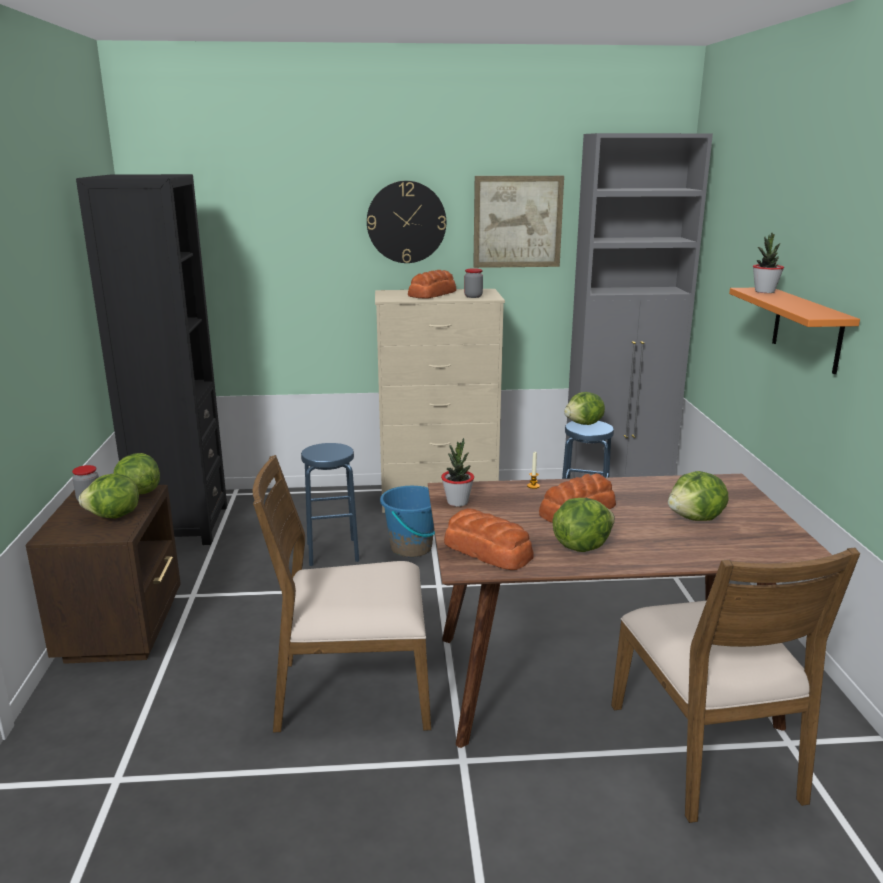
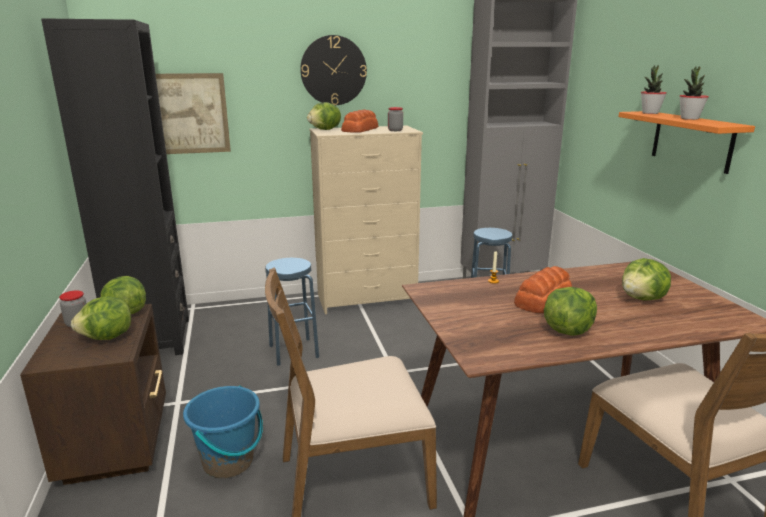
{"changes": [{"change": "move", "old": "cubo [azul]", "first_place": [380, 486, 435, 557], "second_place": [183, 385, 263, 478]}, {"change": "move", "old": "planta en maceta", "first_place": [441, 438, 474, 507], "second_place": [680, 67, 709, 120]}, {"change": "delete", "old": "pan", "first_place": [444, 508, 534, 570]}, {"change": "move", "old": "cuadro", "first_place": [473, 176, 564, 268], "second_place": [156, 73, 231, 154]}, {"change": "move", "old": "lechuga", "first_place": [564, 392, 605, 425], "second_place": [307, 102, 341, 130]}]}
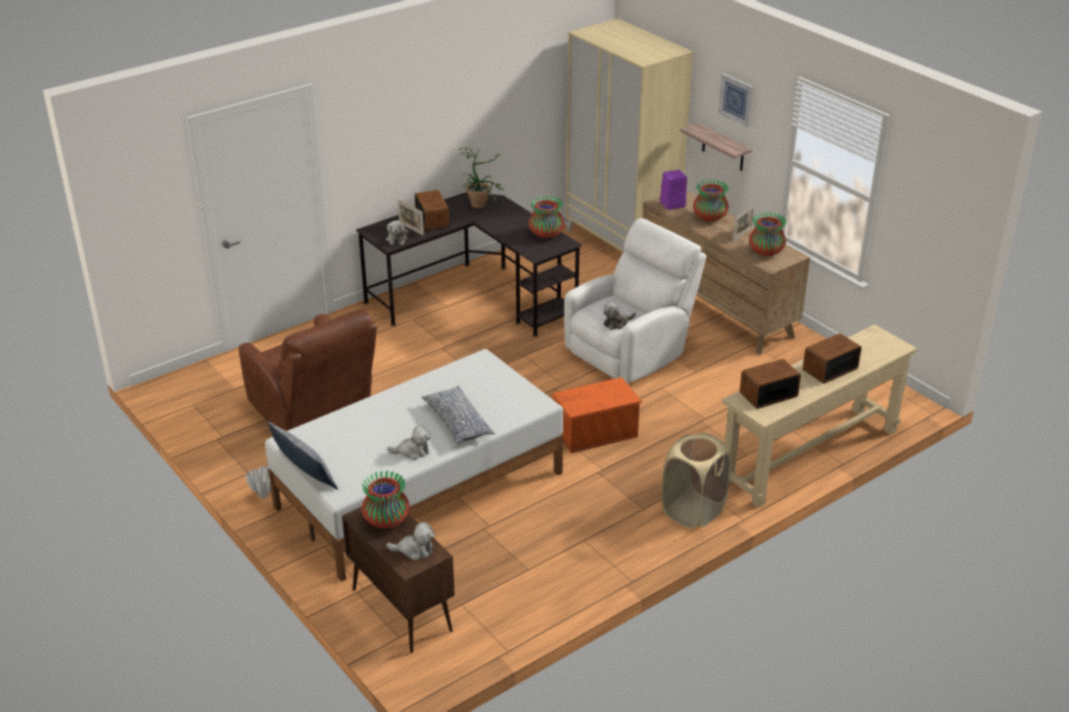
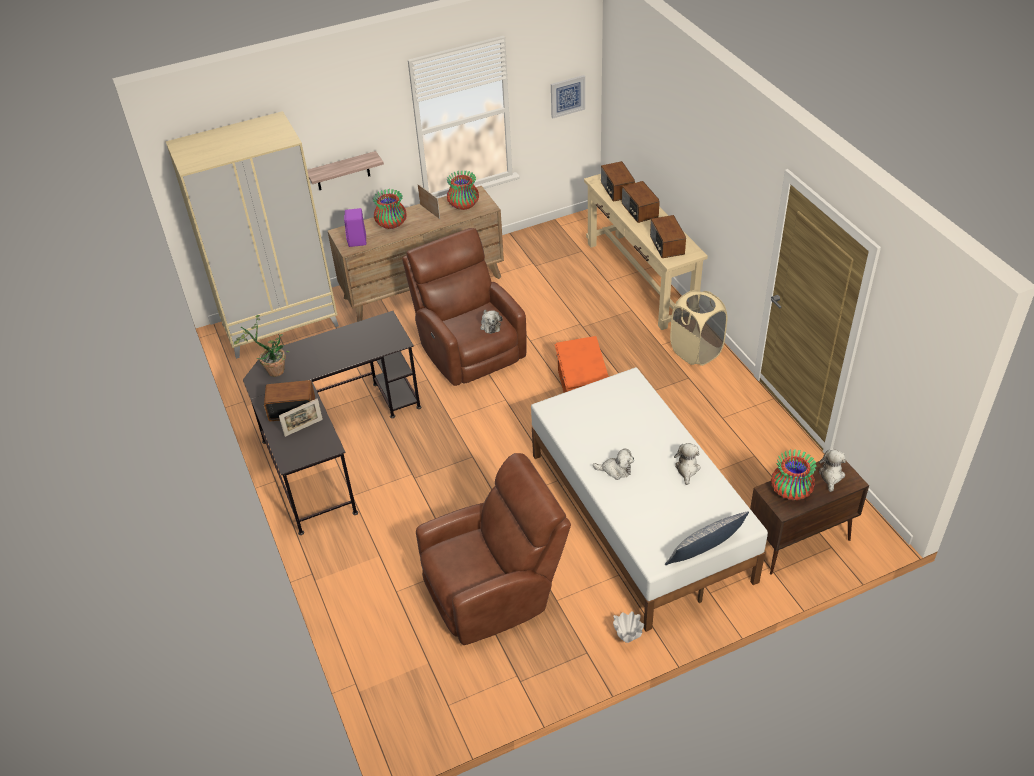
{"changes": [{"change": "move", "old": "peluche", "first_place": [386, 220, 409, 245], "second_place": [593, 448, 634, 480]}, {"change": "delete", "old": "cojín", "first_place": [422, 386, 495, 444]}, {"change": "delete", "old": "florero", "first_place": [529, 196, 564, 238]}, {"change": "recolor", "old": "sillón [blanco]", "new": "sillón [marrón]", "first_place": [564, 218, 707, 383], "second_place": [402, 228, 527, 386]}, {"change": "move", "old": "cuadro", "first_place": [718, 73, 753, 127], "second_place": [551, 75, 585, 118]}, {"change": "insert", "new": "radio", "second_place": [601, 161, 635, 202]}]}
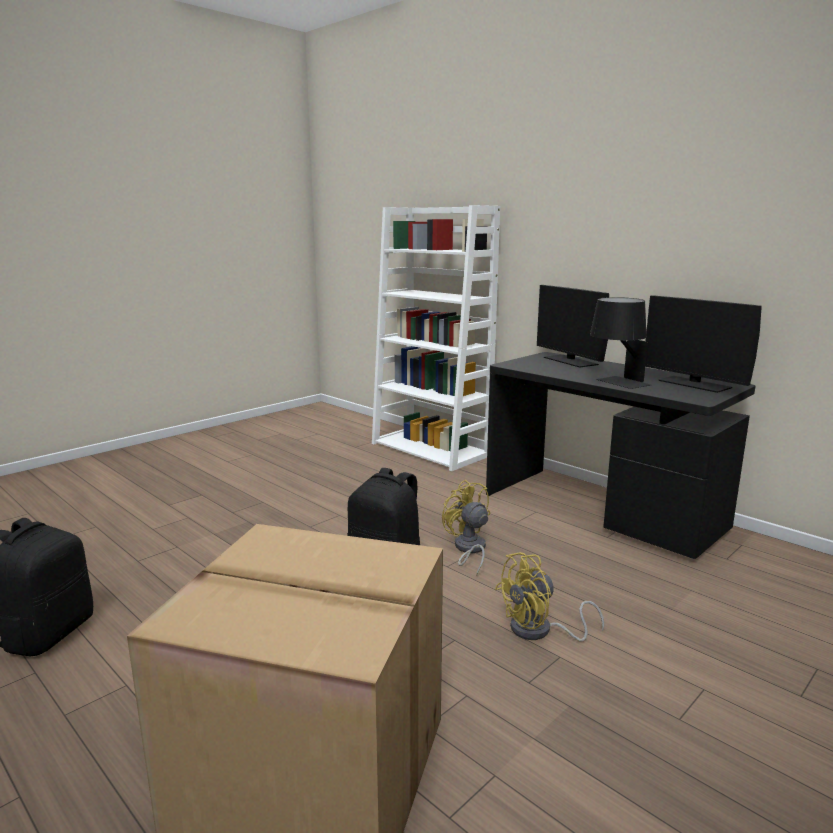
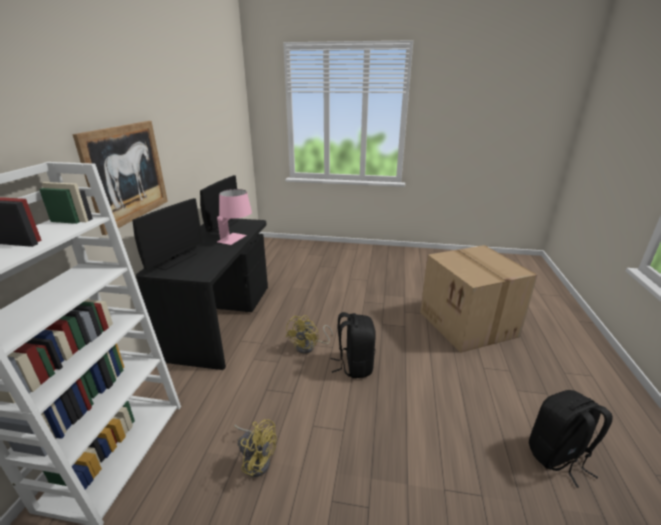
{"changes": [{"change": "move", "old": "ventilador [amarillo]", "first_place": [495, 552, 604, 642], "second_place": [234, 419, 277, 477]}, {"change": "recolor", "old": "lámpara de mesa [negro]", "new": "lámpara de mesa [rosa]", "first_place": [590, 297, 651, 389], "second_place": [217, 189, 252, 245]}, {"change": "insert", "new": "cuadro", "second_place": [72, 121, 168, 235]}]}
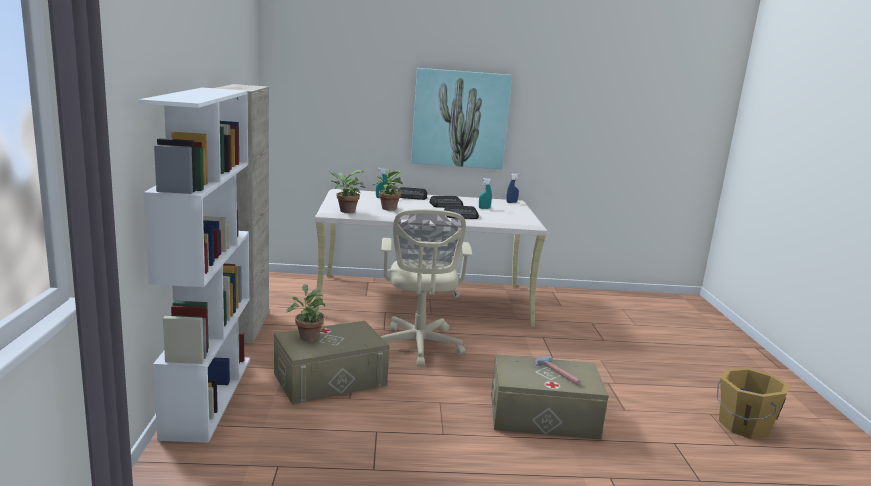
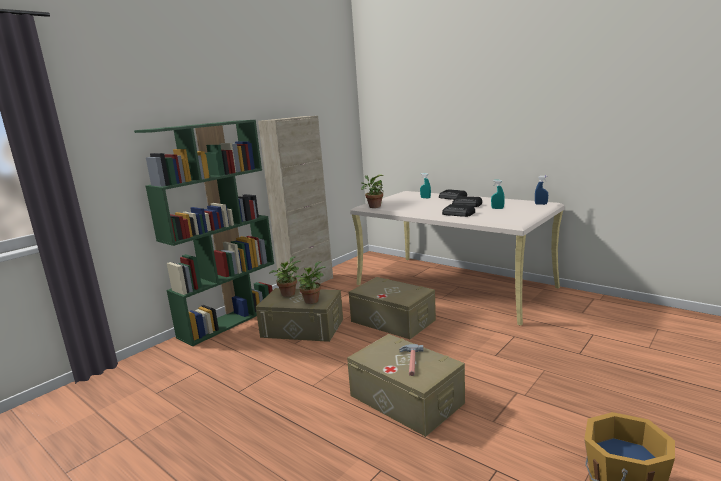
{"changes": [{"change": "recolor", "old": "estantería [blanco]", "new": "estantería [verde]", "first_place": [138, 88, 250, 443], "second_place": [134, 120, 274, 346]}, {"change": "move", "old": "planta en maceta", "first_place": [372, 169, 403, 211], "second_place": [293, 261, 326, 304]}, {"change": "replace", "old": "silla de oficina [beis]", "new": "caja de almacenaje [beis]", "first_place": [381, 209, 472, 367], "second_place": [349, 277, 436, 339]}, {"change": "delete", "old": "cuadro", "first_place": [411, 68, 512, 169]}]}
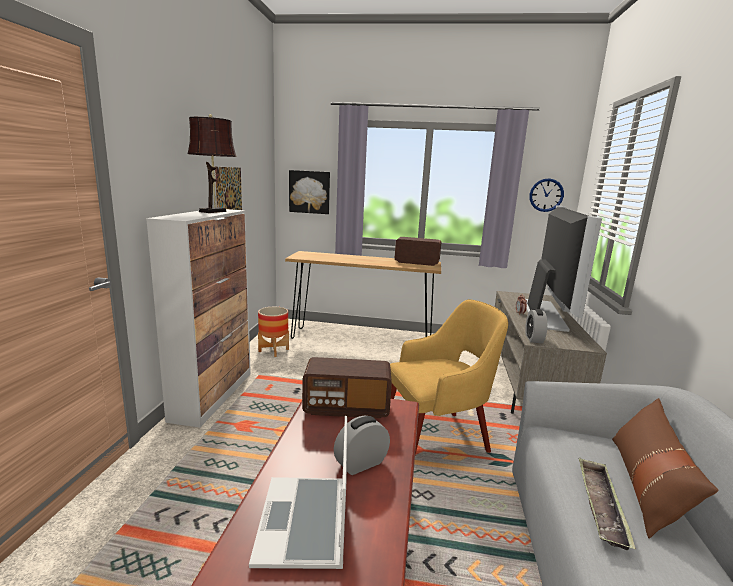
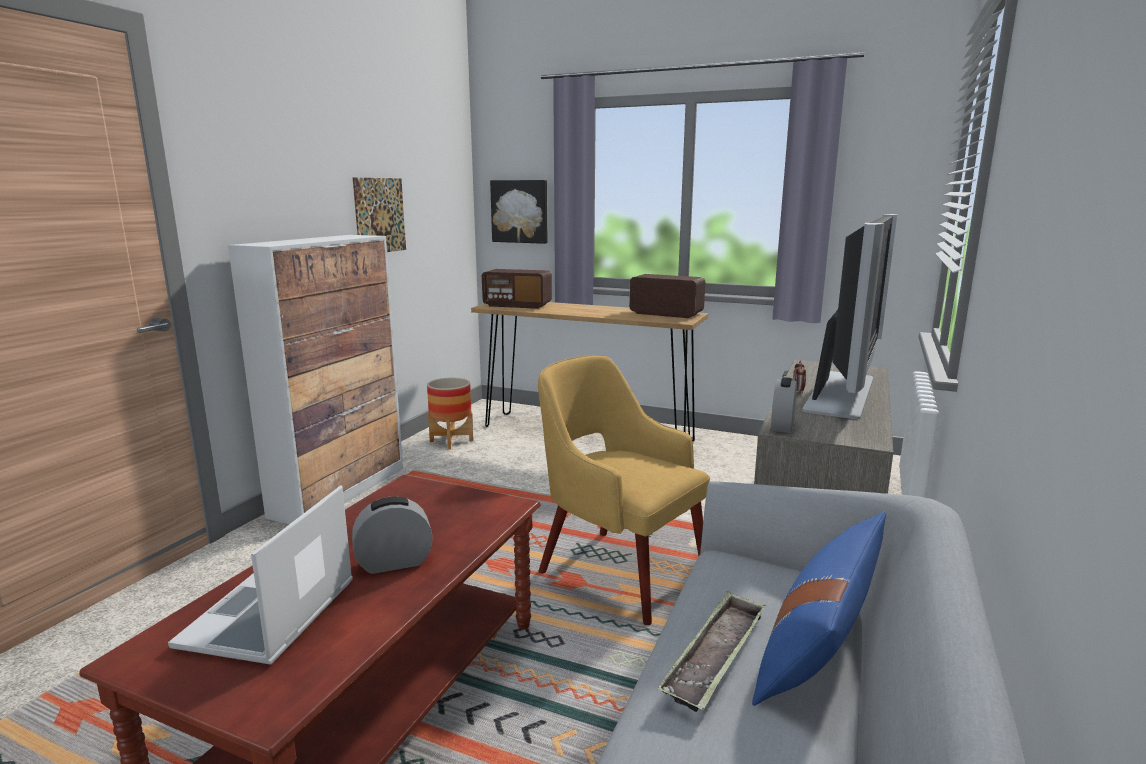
{"changes": [{"change": "delete", "old": "lámpara de mesa [marrón]", "first_place": [187, 114, 237, 213]}, {"change": "move", "old": "radio", "first_place": [302, 357, 392, 419], "second_place": [482, 269, 552, 309]}, {"change": "rotate", "old": "sillón [amarillo]", "first_place": [390, 299, 508, 455], "second_place": [538, 355, 710, 625], "degrees": -135}, {"change": "delete", "old": "reloj de pared", "first_place": [529, 178, 564, 212]}, {"change": "recolor", "old": "cojín [marrón]", "new": "cojín [azul]", "first_place": [612, 398, 718, 538], "second_place": [752, 511, 886, 706]}]}
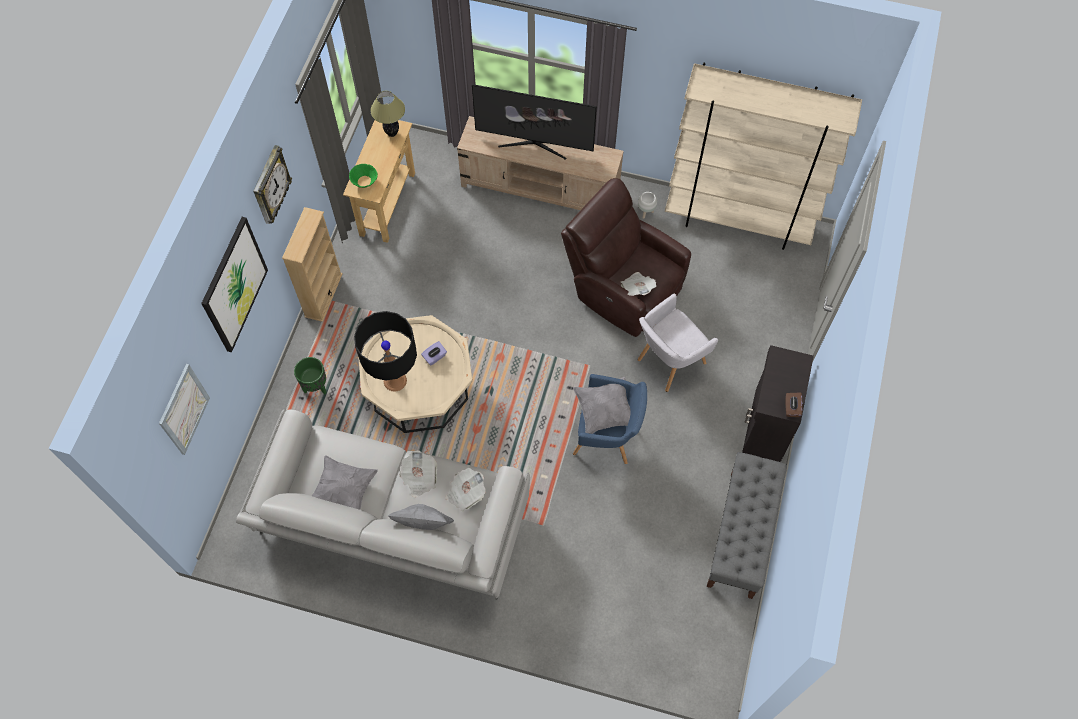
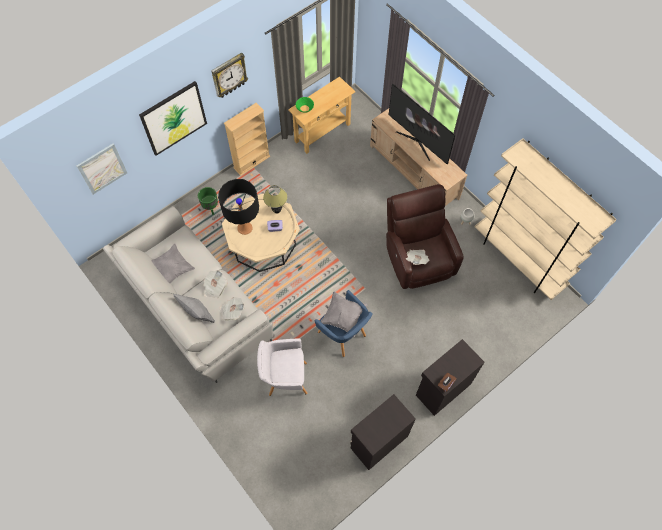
{"changes": [{"change": "move", "old": "lámpara de mesa", "first_place": [370, 91, 405, 137], "second_place": [263, 185, 287, 213]}, {"change": "move", "old": "sillón [gris]", "first_place": [638, 294, 718, 392], "second_place": [257, 338, 307, 396]}, {"change": "replace", "old": "banco [gris]", "new": "armario [negro]", "first_place": [707, 452, 787, 599], "second_place": [350, 394, 416, 470]}]}
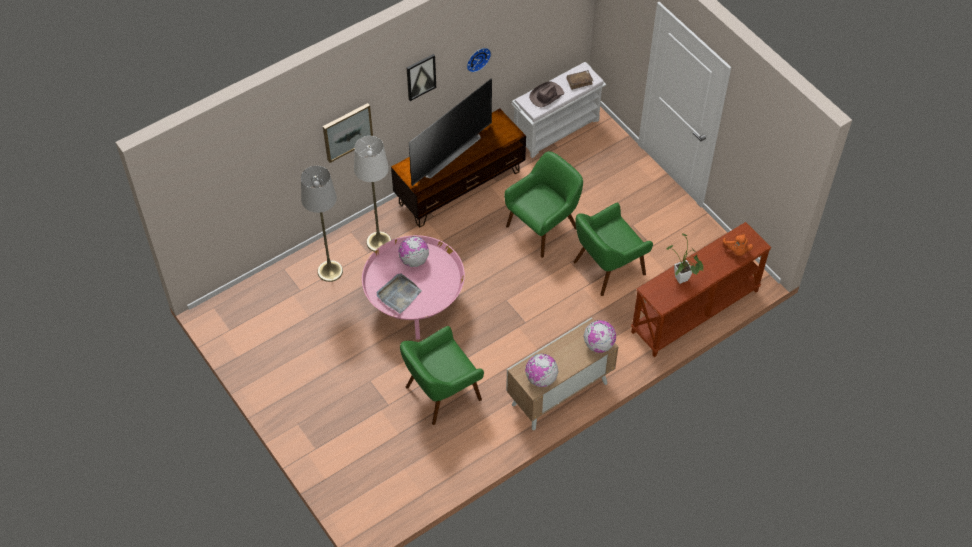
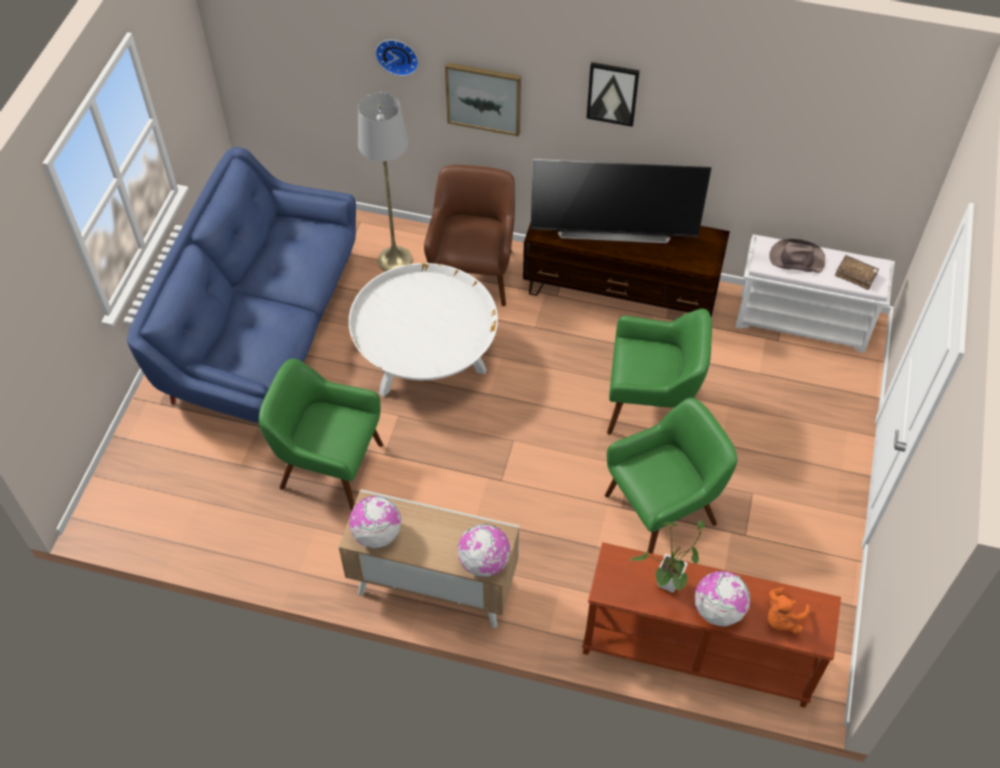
{"changes": [{"change": "replace", "old": "lámpara de pie [blanco]", "new": "sillón [marrón]", "first_place": [354, 136, 391, 251], "second_place": [424, 165, 515, 306]}, {"change": "recolor", "old": "mesa de centro [rosa]", "new": "mesa de centro [blanco]", "first_place": [362, 235, 465, 339], "second_place": [349, 263, 498, 397]}, {"change": "delete", "old": "bandeja [gris]", "first_place": [377, 274, 422, 314]}, {"change": "move", "old": "globo terráqueo", "first_place": [398, 237, 429, 267], "second_place": [695, 571, 750, 627]}, {"change": "move", "old": "reloj de pared", "first_place": [467, 48, 491, 72], "second_place": [375, 40, 419, 76]}, {"change": "rotate", "old": "sillón [verde]", "first_place": [574, 203, 653, 296], "second_place": [605, 398, 737, 554], "degrees": 135}, {"change": "insert", "new": "sofá [azul]", "second_place": [127, 147, 356, 424]}]}
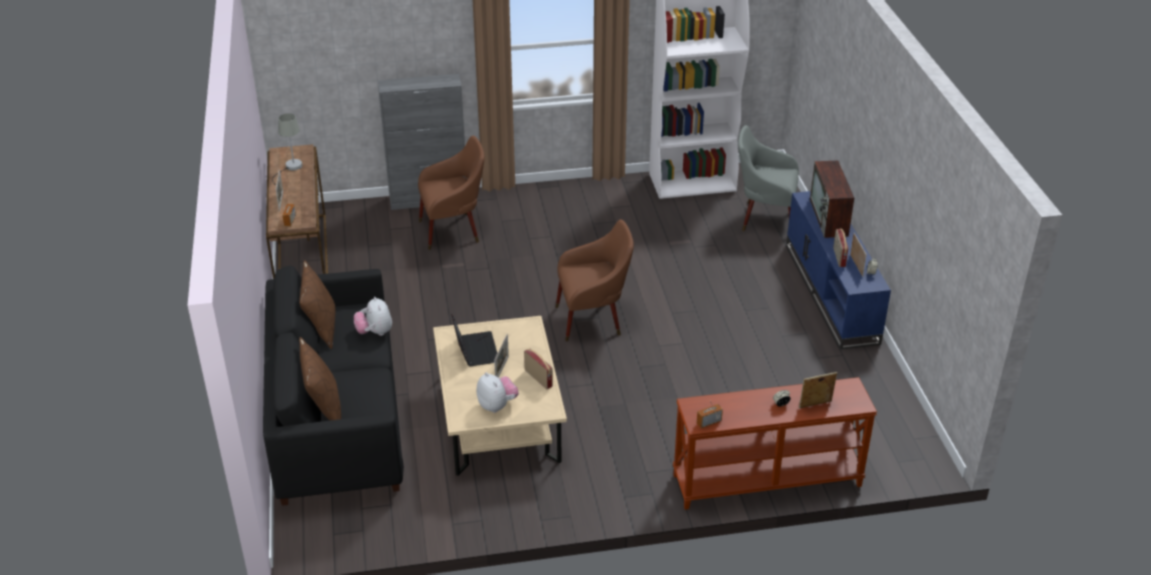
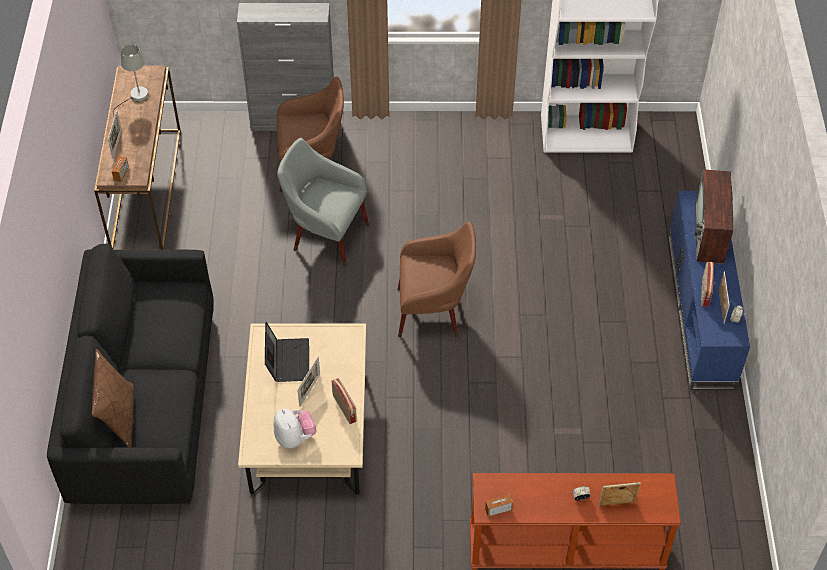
{"changes": [{"change": "delete", "old": "cojín [marrón]", "first_place": [299, 260, 335, 349]}, {"change": "delete", "old": "peluche", "first_place": [354, 297, 392, 336]}, {"change": "move", "old": "sillón [gris]", "first_place": [738, 125, 799, 231], "second_place": [277, 138, 369, 267]}]}
